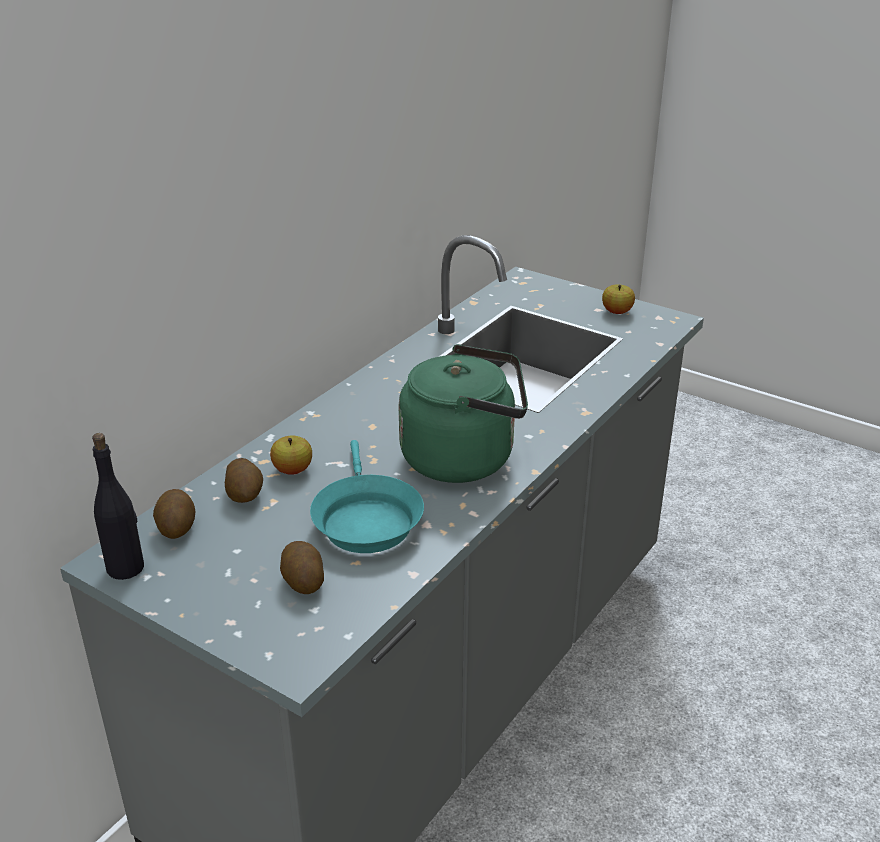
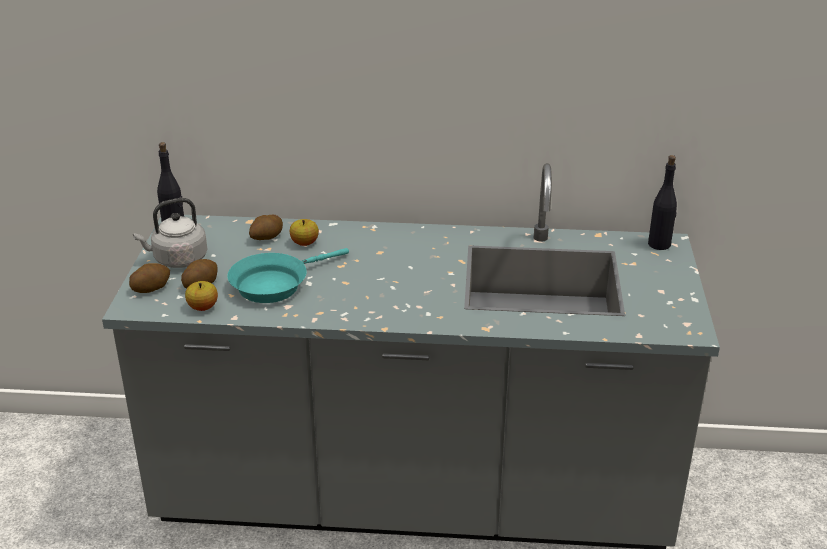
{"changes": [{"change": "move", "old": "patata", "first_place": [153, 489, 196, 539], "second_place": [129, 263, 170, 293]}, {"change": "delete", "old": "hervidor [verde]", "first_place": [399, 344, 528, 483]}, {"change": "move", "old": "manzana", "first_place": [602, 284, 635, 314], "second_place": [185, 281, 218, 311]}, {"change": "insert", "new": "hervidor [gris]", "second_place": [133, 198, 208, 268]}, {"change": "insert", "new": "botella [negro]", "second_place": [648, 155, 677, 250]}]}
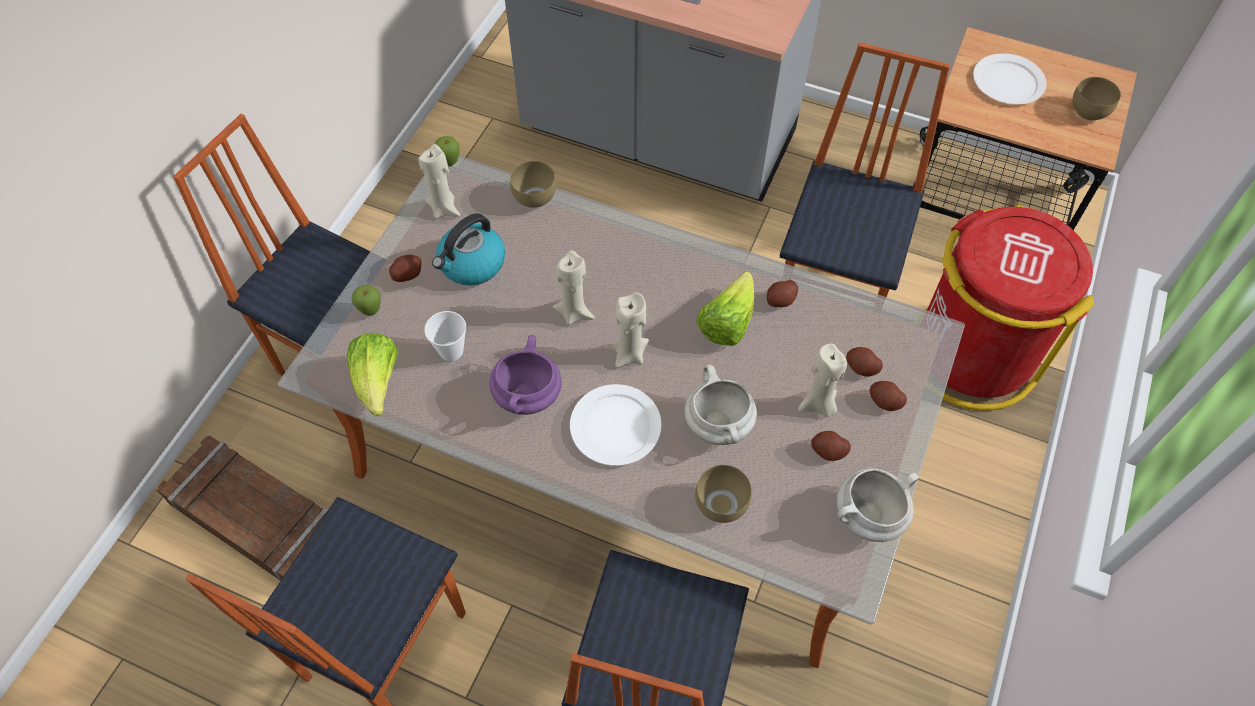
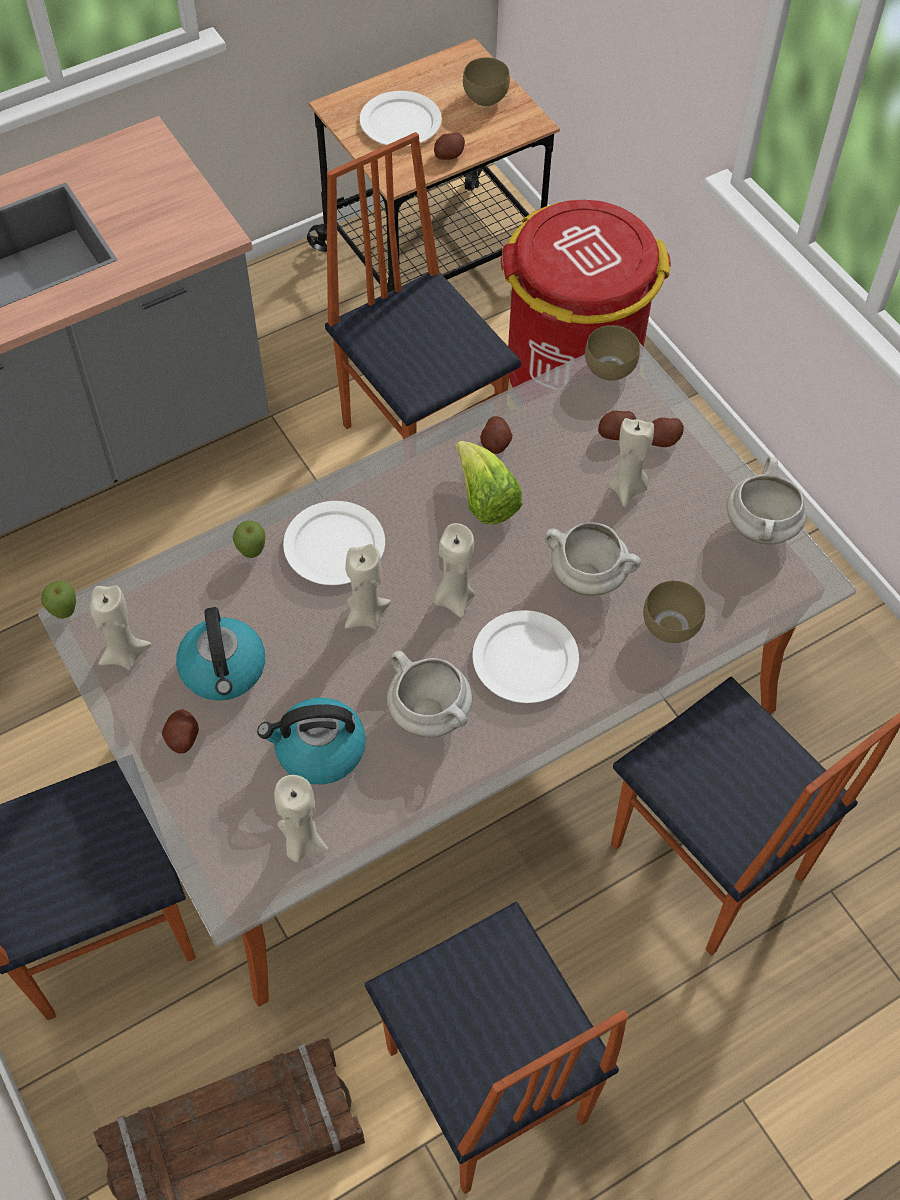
{"changes": [{"change": "replace", "old": "lechuga", "new": "vela [beis]", "first_place": [347, 333, 398, 416], "second_place": [274, 775, 329, 863]}, {"change": "move", "old": "manzana", "first_place": [352, 285, 381, 316], "second_place": [233, 521, 265, 558]}, {"change": "replace", "old": "taza", "new": "hervidor", "first_place": [424, 311, 466, 361], "second_place": [257, 698, 366, 785]}, {"change": "recolor", "old": "olla [morado]", "new": "olla [blanco]", "first_place": [490, 335, 562, 415], "second_place": [387, 651, 472, 737]}, {"change": "move", "old": "cuenco [marrón]", "first_place": [510, 161, 556, 208], "second_place": [585, 325, 640, 381]}, {"change": "move", "old": "patata", "first_place": [811, 431, 851, 461], "second_place": [434, 132, 465, 160]}, {"change": "insert", "new": "plato [blanco]", "second_place": [283, 501, 385, 585]}]}
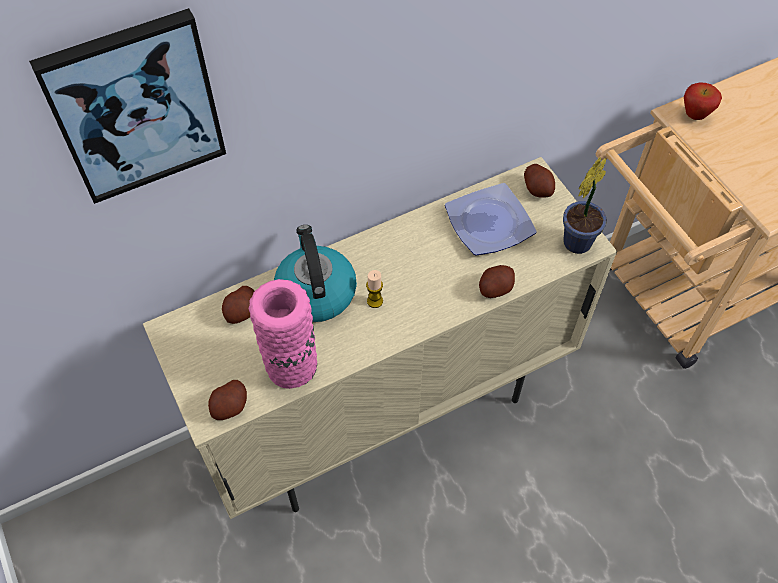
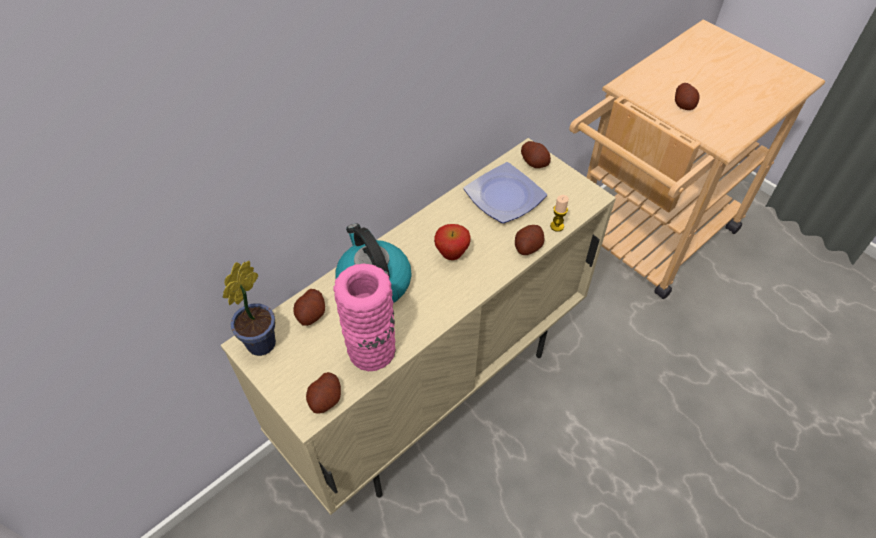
{"changes": [{"change": "delete", "old": "cuadro", "first_place": [29, 8, 226, 204]}, {"change": "move", "old": "vela", "first_place": [366, 270, 383, 308], "second_place": [550, 195, 569, 232]}, {"change": "move", "old": "planta en maceta", "first_place": [563, 157, 607, 254], "second_place": [223, 261, 276, 356]}, {"change": "move", "old": "manzana", "first_place": [684, 82, 722, 120], "second_place": [434, 224, 471, 260]}, {"change": "insert", "new": "patata", "second_place": [675, 83, 699, 110]}]}
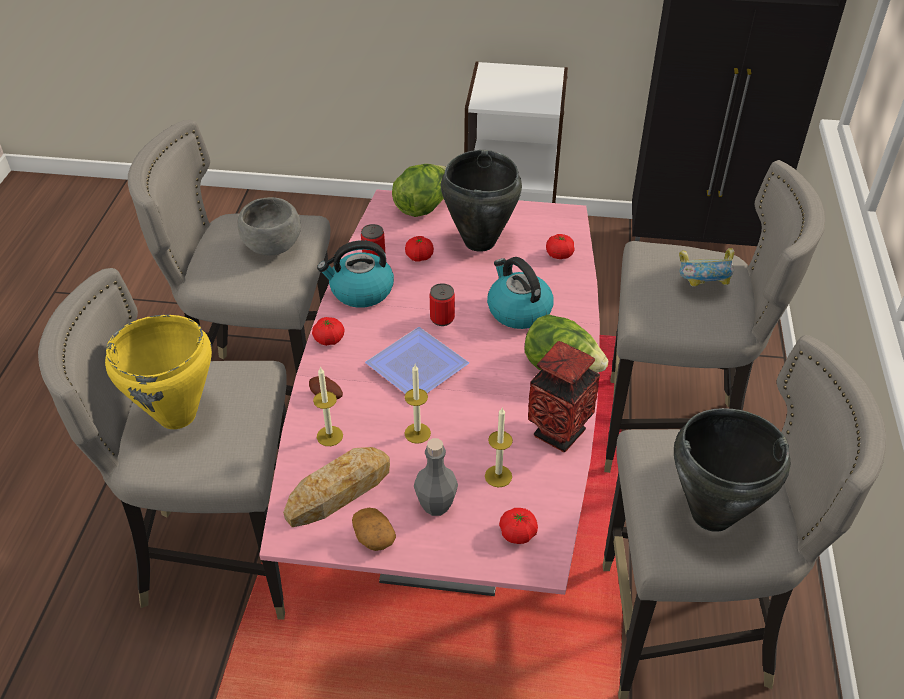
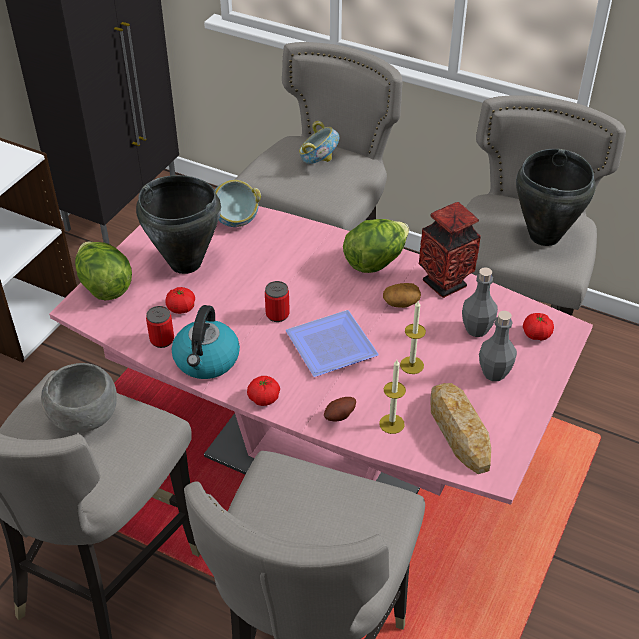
{"changes": [{"change": "delete", "old": "olla [amarillo]", "first_place": [105, 315, 212, 429]}, {"change": "move", "old": "patata", "first_place": [352, 508, 396, 551], "second_place": [383, 283, 421, 308]}, {"change": "replace", "old": "vela", "new": "botella [gris]", "first_place": [485, 408, 513, 487], "second_place": [462, 267, 498, 337]}, {"change": "delete", "old": "hervidor", "first_place": [487, 257, 554, 329]}, {"change": "replace", "old": "tomate", "new": "cuenco", "first_place": [546, 234, 574, 259], "second_place": [215, 180, 261, 227]}]}
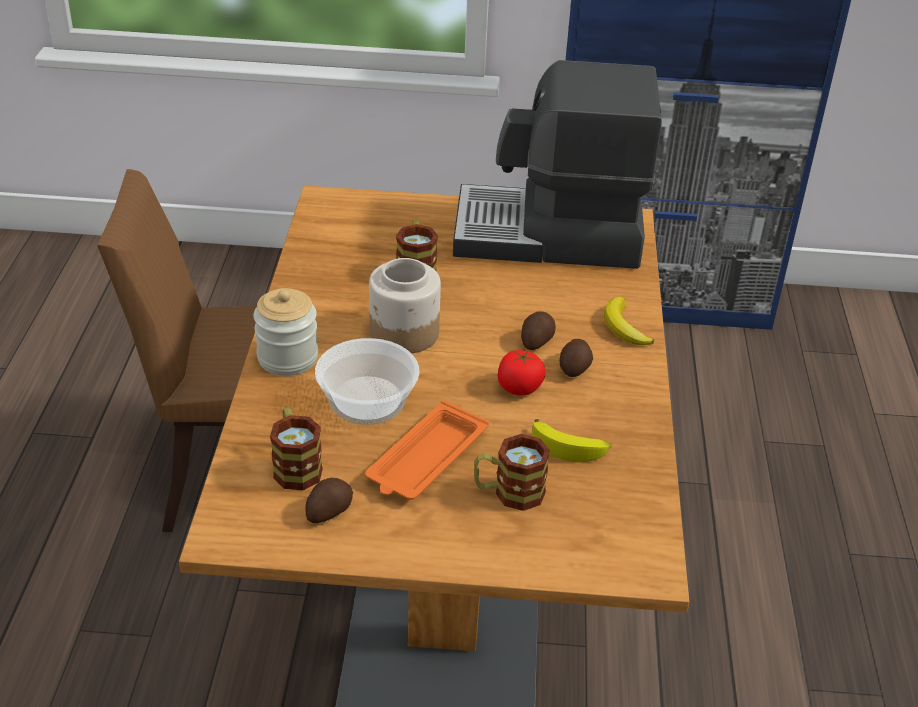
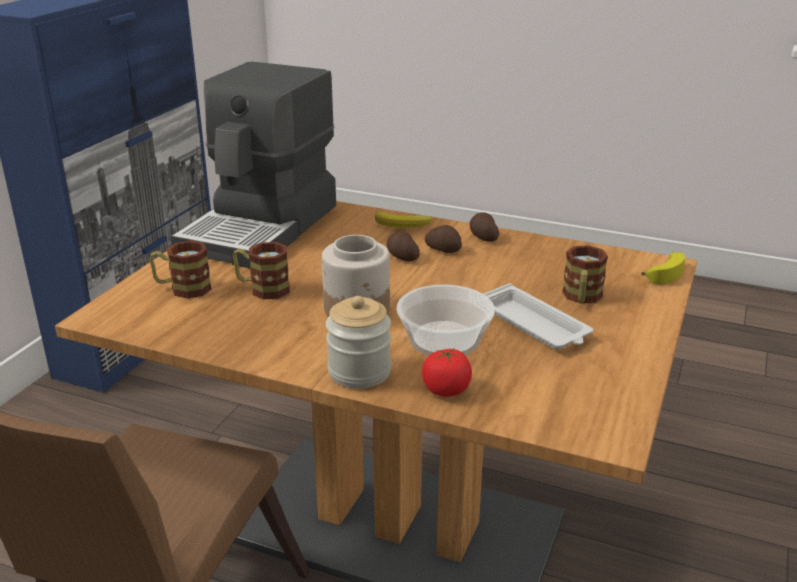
{"changes": [{"change": "move", "old": "taza grande", "first_place": [270, 407, 323, 490], "second_place": [149, 241, 212, 299]}, {"change": "move", "old": "patata", "first_place": [305, 478, 353, 523], "second_place": [470, 213, 499, 242]}, {"change": "recolor", "old": "bandeja [naranja]", "new": "bandeja [blanco]", "first_place": [365, 400, 489, 500], "second_place": [483, 283, 593, 350]}, {"change": "move", "old": "tomate", "first_place": [498, 350, 546, 395], "second_place": [422, 349, 472, 397]}, {"change": "move", "old": "plátano", "first_place": [532, 419, 612, 462], "second_place": [641, 252, 685, 285]}]}
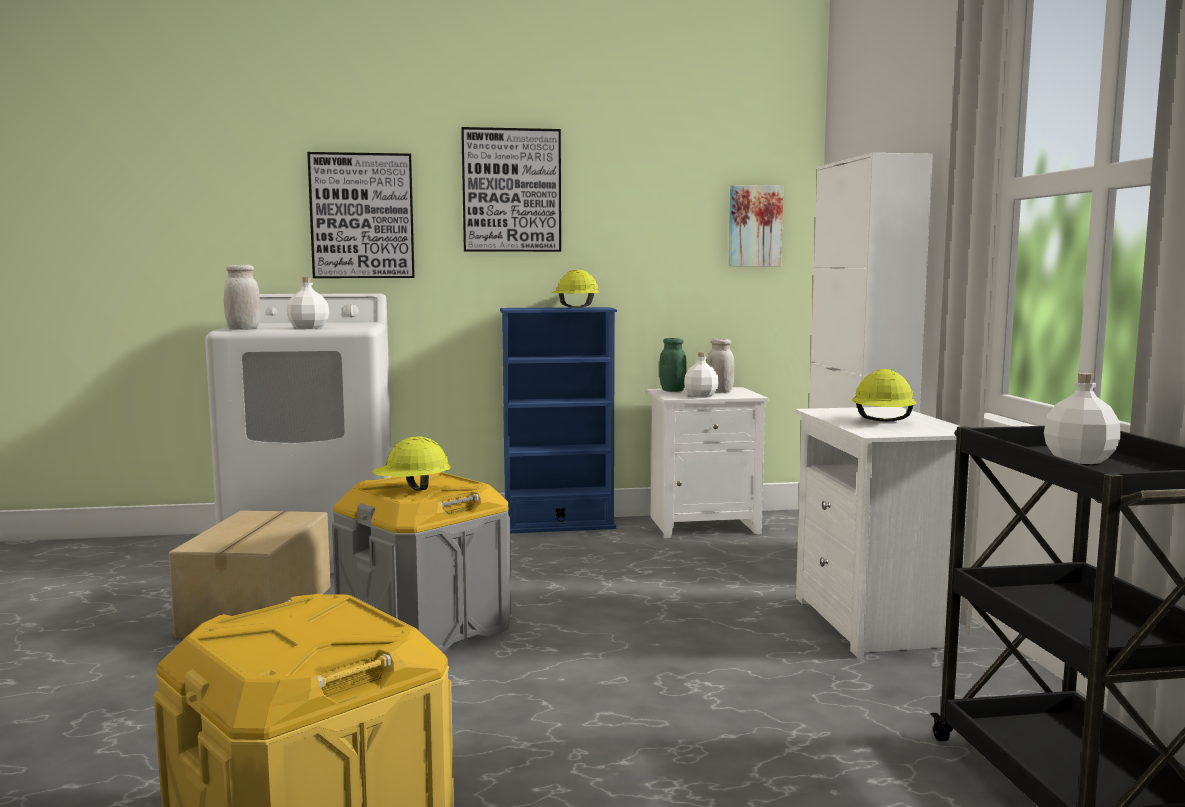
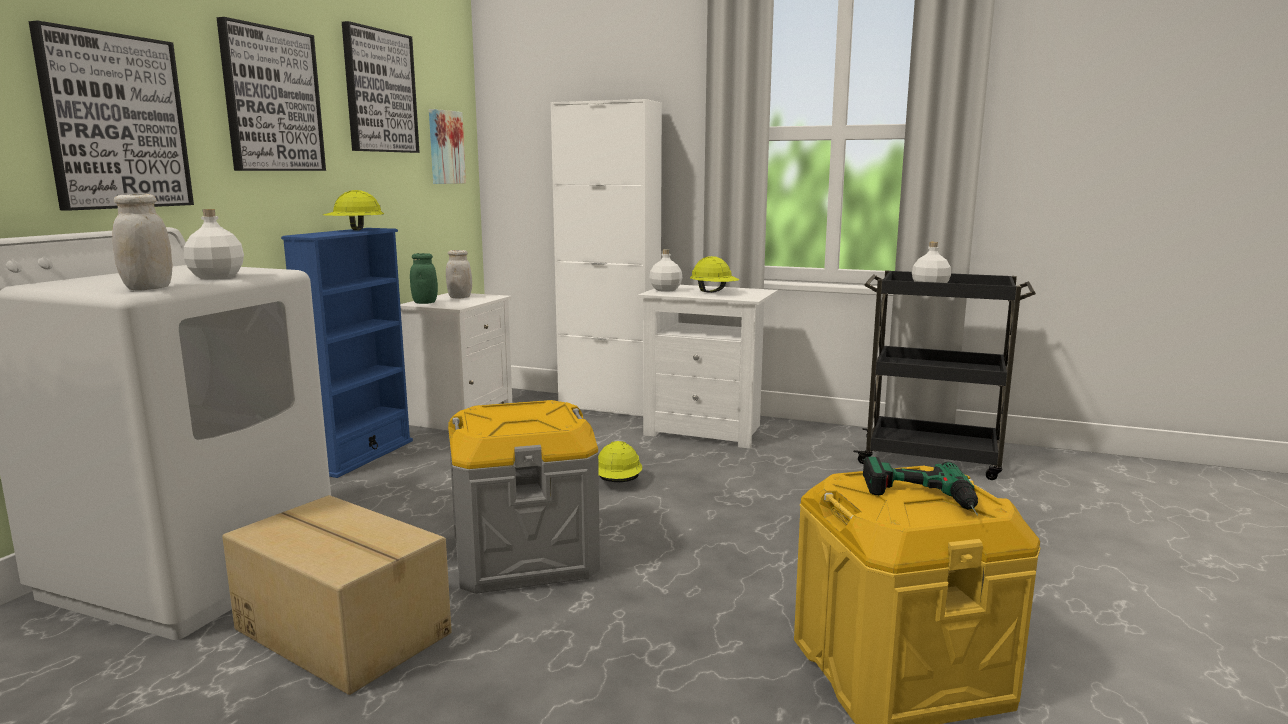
{"changes": [{"change": "move", "old": "casco [amarillo]", "first_place": [372, 436, 451, 491], "second_place": [598, 441, 642, 482]}, {"change": "move", "old": "botella [blanco]", "first_place": [684, 352, 719, 398], "second_place": [649, 249, 682, 292]}, {"change": "insert", "new": "cuadro", "second_place": [342, 21, 420, 153]}, {"change": "insert", "new": "taladro", "second_place": [863, 457, 978, 515]}]}
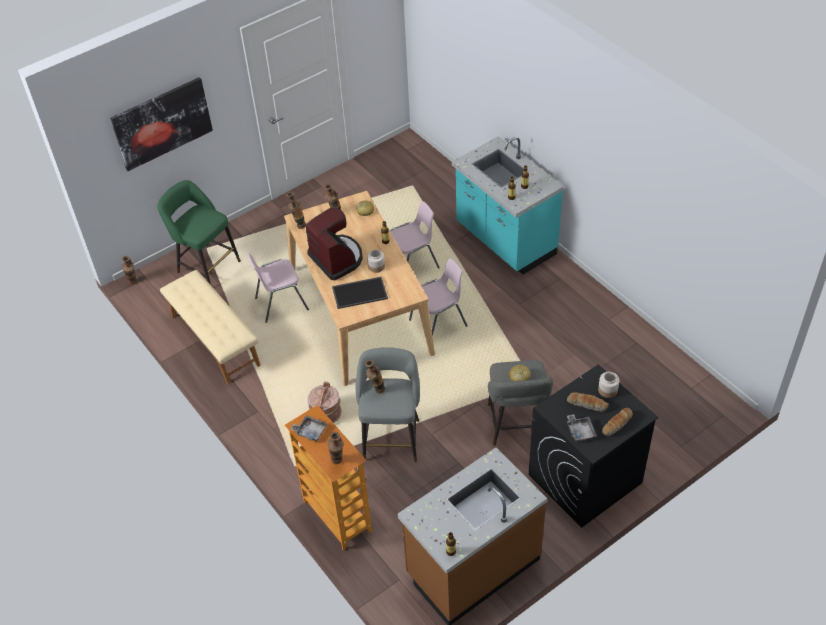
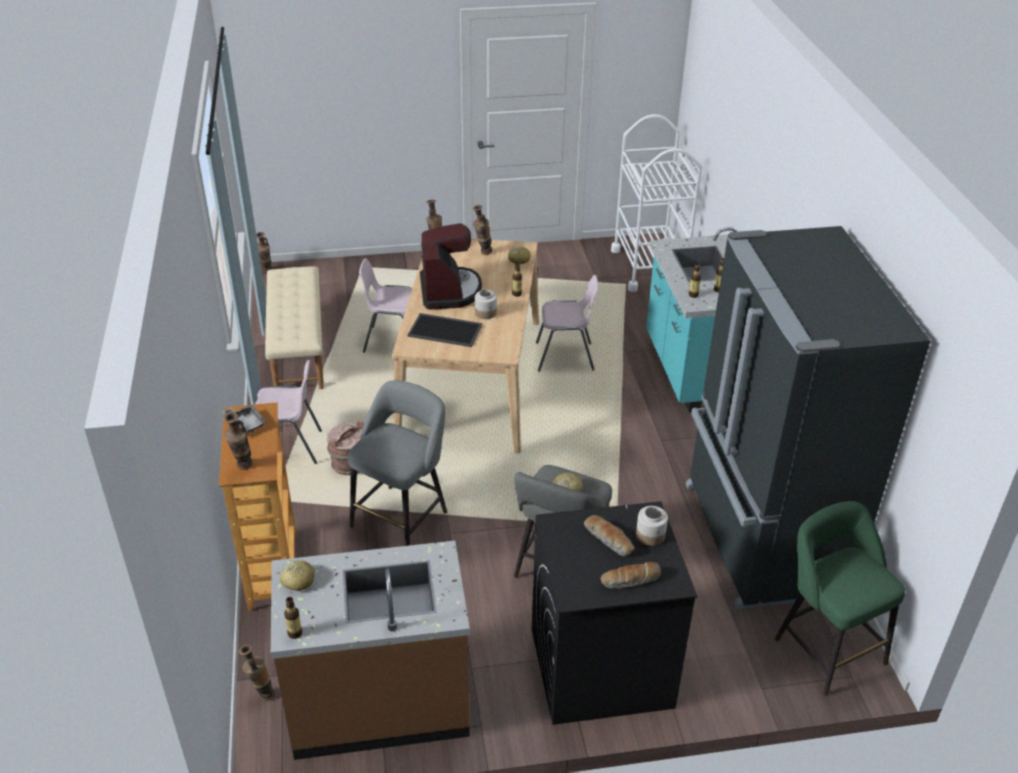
{"changes": [{"change": "delete", "old": "cuadro", "first_place": [110, 77, 213, 171]}, {"change": "move", "old": "taburete [verde]", "first_place": [157, 180, 241, 285], "second_place": [775, 501, 905, 696]}, {"change": "move", "old": "florero", "first_place": [365, 360, 385, 394], "second_place": [239, 644, 275, 701]}, {"change": "move", "old": "silla [rosa]", "first_place": [409, 258, 468, 336], "second_place": [255, 360, 322, 464]}, {"change": "delete", "old": "bandeja [gris]", "first_place": [567, 414, 597, 442]}, {"change": "insert", "new": "pan", "second_place": [280, 560, 315, 591]}, {"change": "insert", "new": "carrito [blanco]", "second_place": [611, 114, 702, 292]}, {"change": "insert", "new": "nevera [negro]", "second_place": [685, 226, 930, 610]}]}
